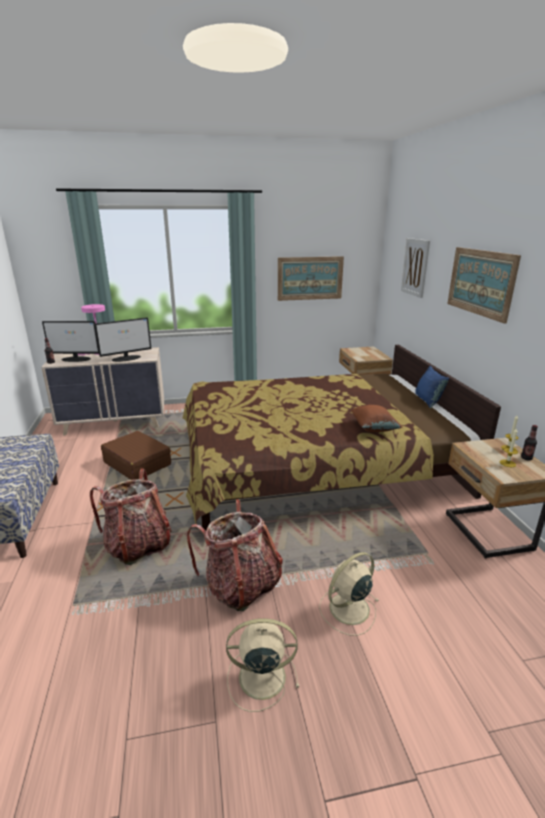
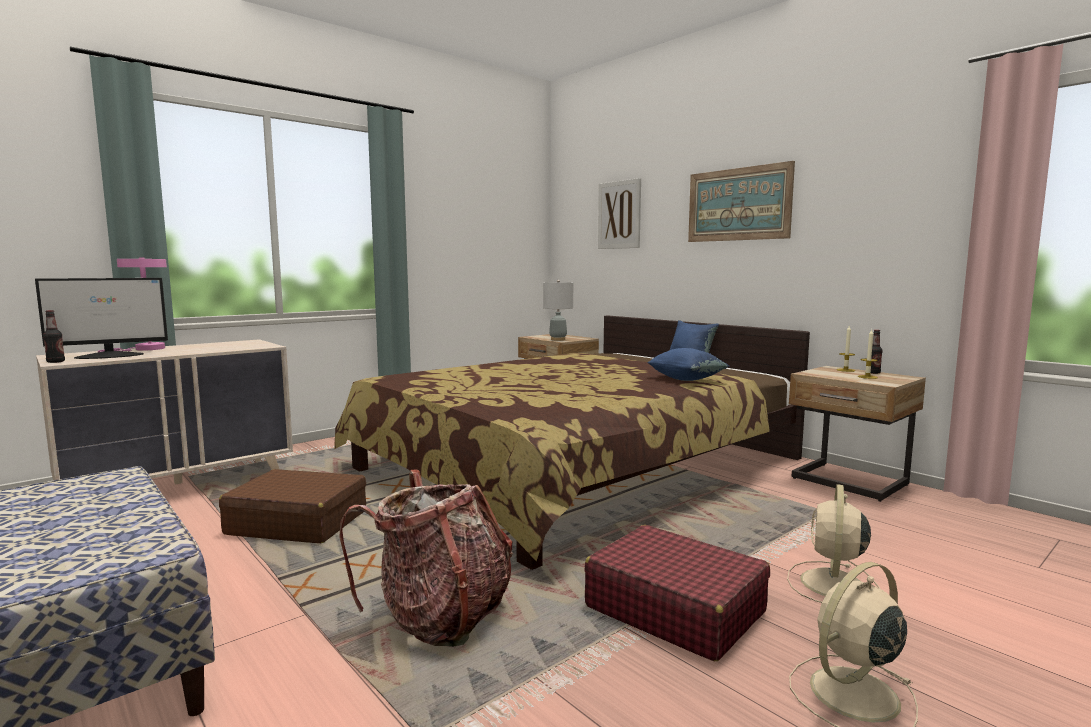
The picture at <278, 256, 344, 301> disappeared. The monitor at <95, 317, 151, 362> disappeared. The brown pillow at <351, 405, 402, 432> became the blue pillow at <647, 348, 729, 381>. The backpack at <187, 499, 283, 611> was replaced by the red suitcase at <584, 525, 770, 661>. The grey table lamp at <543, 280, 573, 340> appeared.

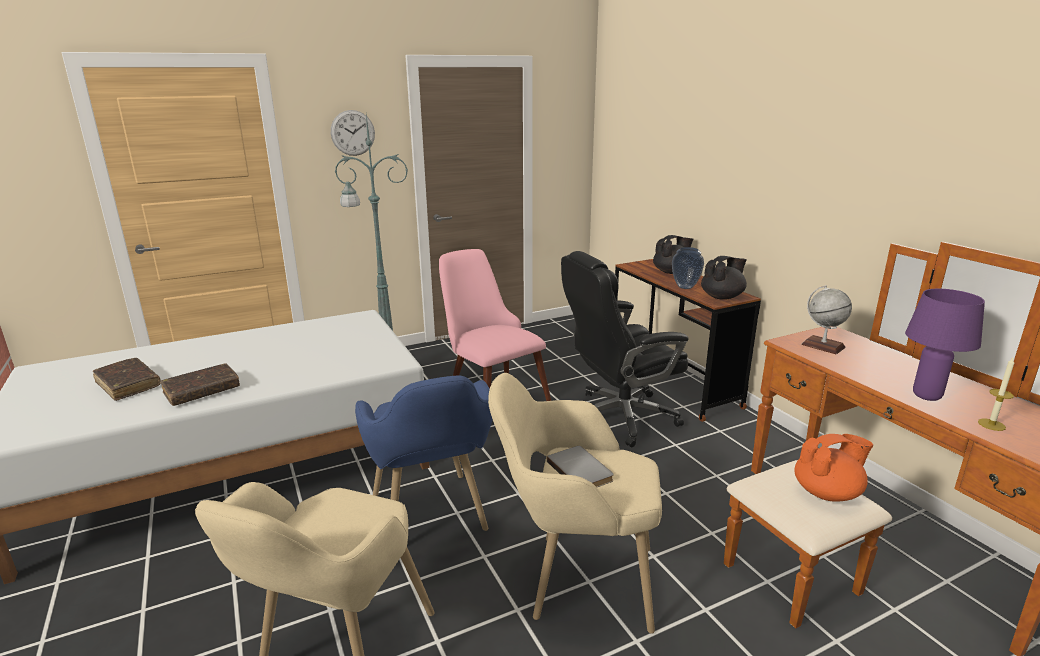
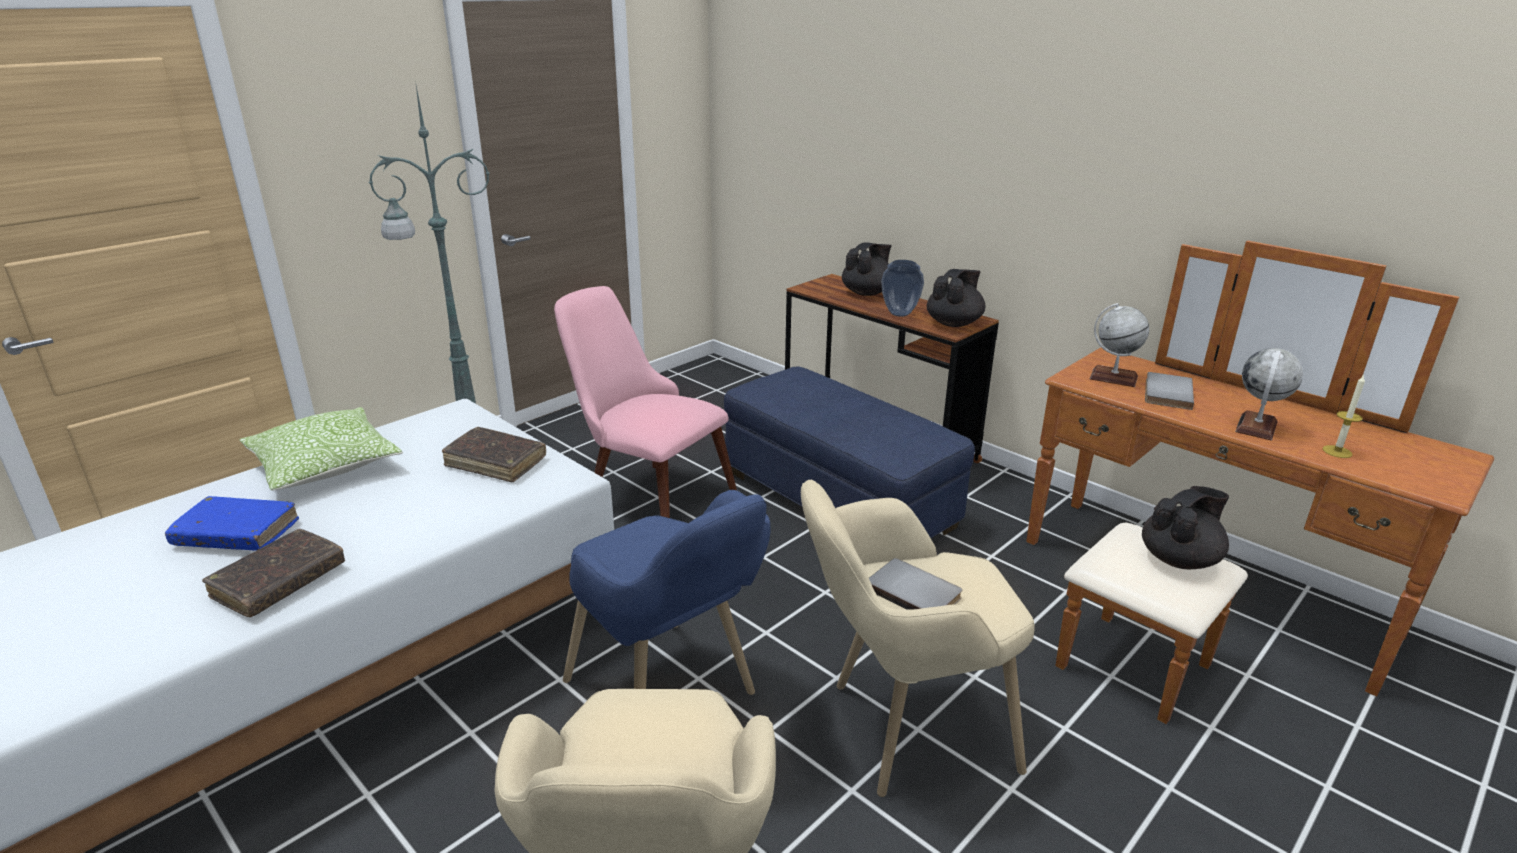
The wall clock at <331, 110, 375, 156> disappeared. The black office chair at <561, 251, 688, 448> was replaced by the blue ottoman at <724, 367, 975, 538>. The purple table lamp at <905, 289, 985, 401> was replaced by the globe at <1235, 348, 1303, 440>. The brown book moved from <93, 358, 161, 401> to <442, 427, 546, 482>. The orange teapot at <794, 434, 873, 502> became the black teapot at <1142, 486, 1229, 569>. The grey book at <1145, 372, 1194, 410> appeared. The pillow at <240, 407, 403, 491> appeared. The blue book at <165, 496, 299, 551> appeared.

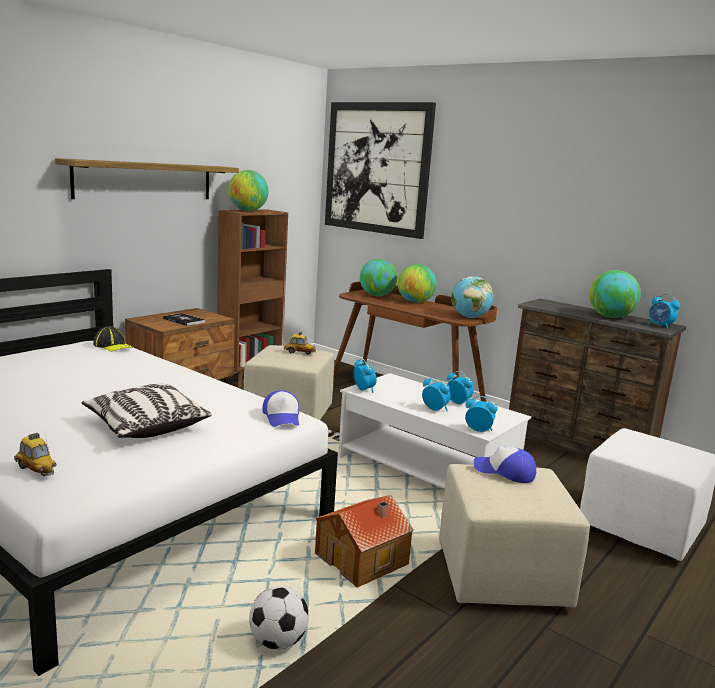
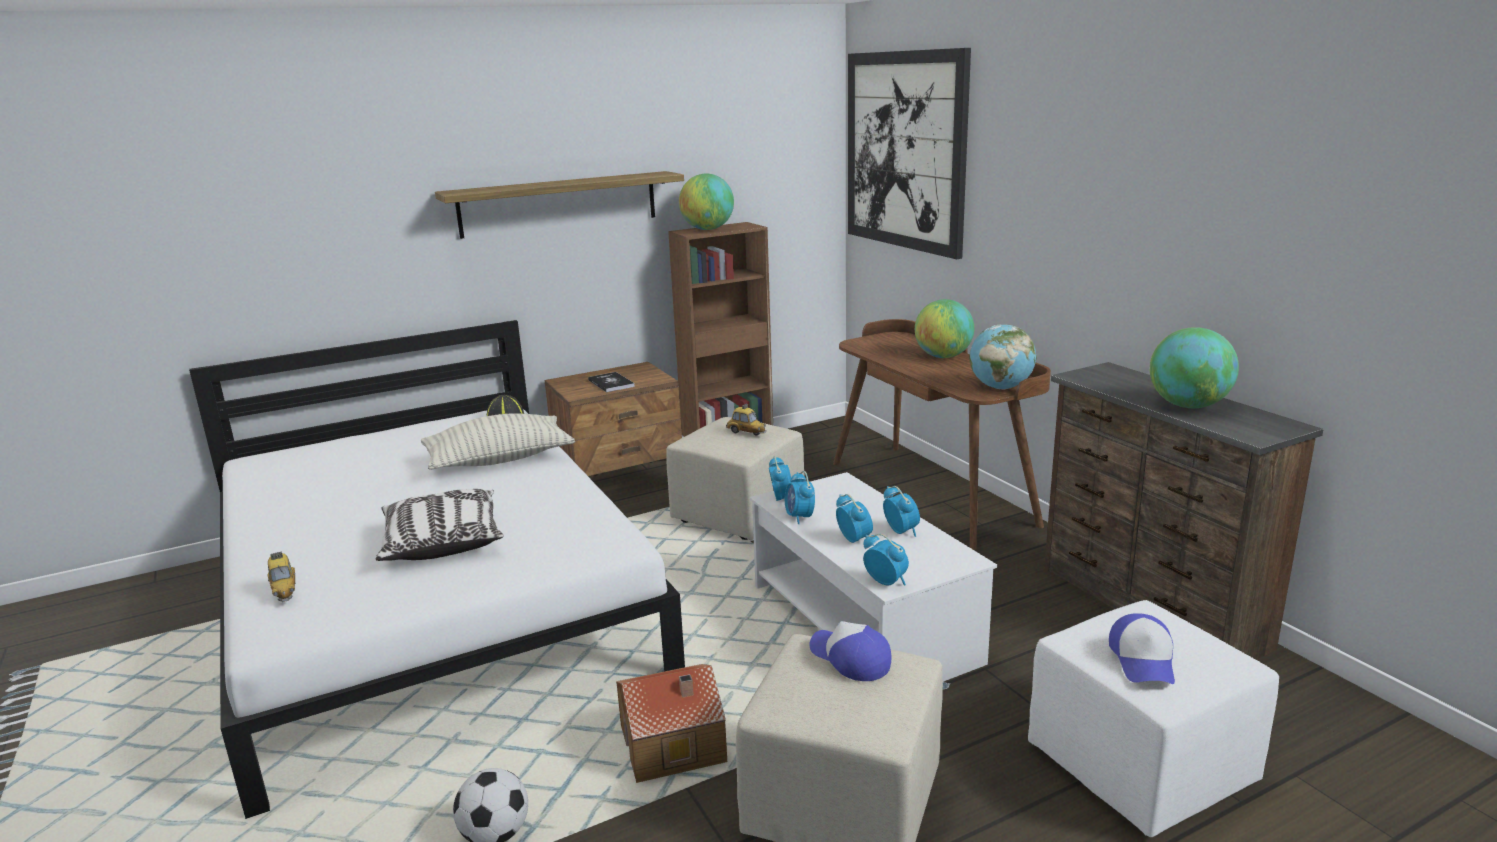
The globe at <360, 258, 397, 296> disappeared. The alarm clock moved from <648, 294, 680, 329> to <785, 471, 815, 524>. The cap moved from <262, 390, 299, 427> to <1109, 613, 1175, 684>. The pillow at <421, 413, 575, 470> appeared.

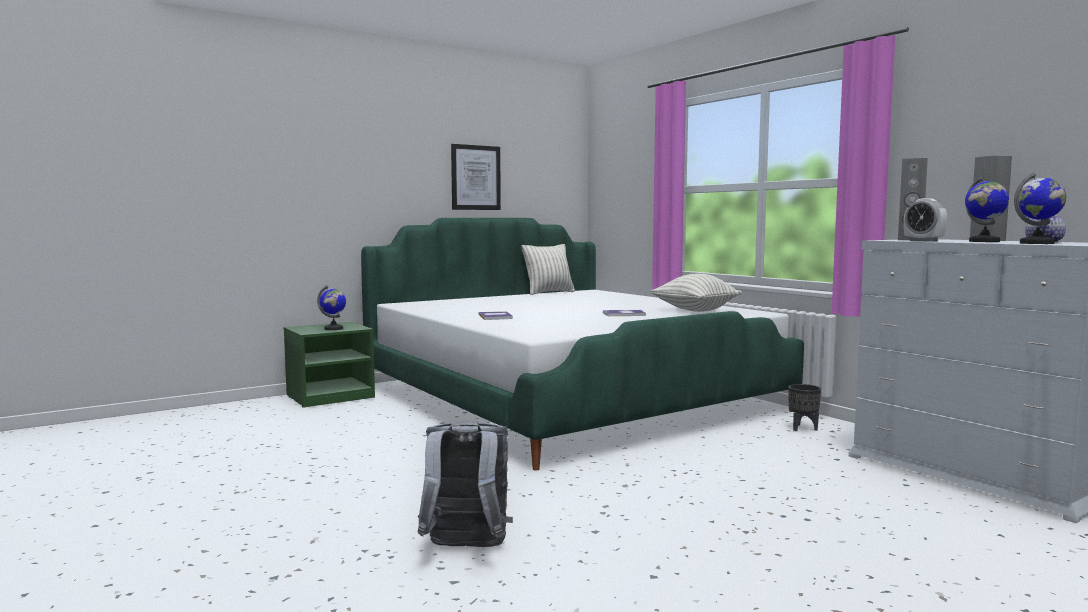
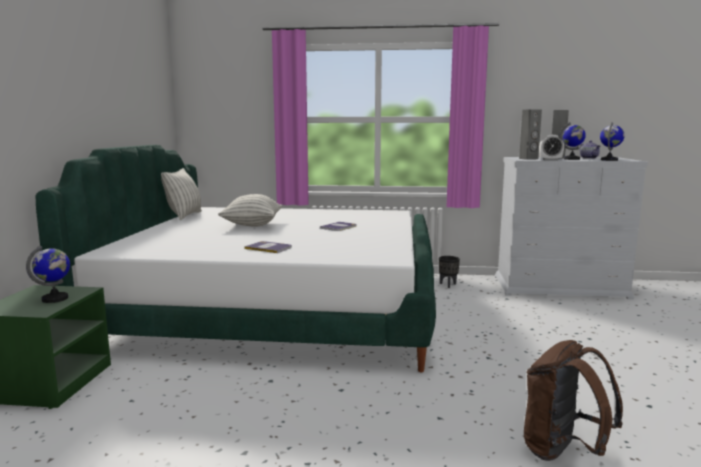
The picture at <451, 144, 501, 210> disappeared. The pillow moved from <650, 274, 742, 312> to <218, 194, 282, 227>. The grey backpack at <417, 420, 513, 547> became the brown backpack at <524, 340, 623, 461>.

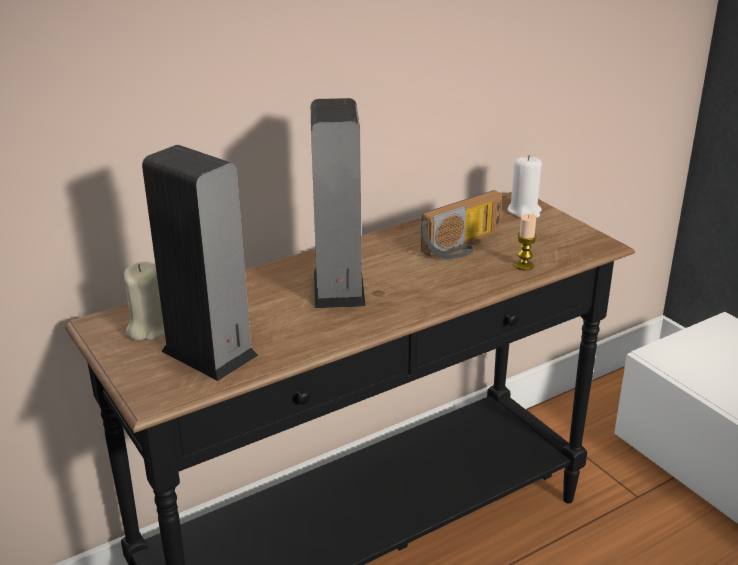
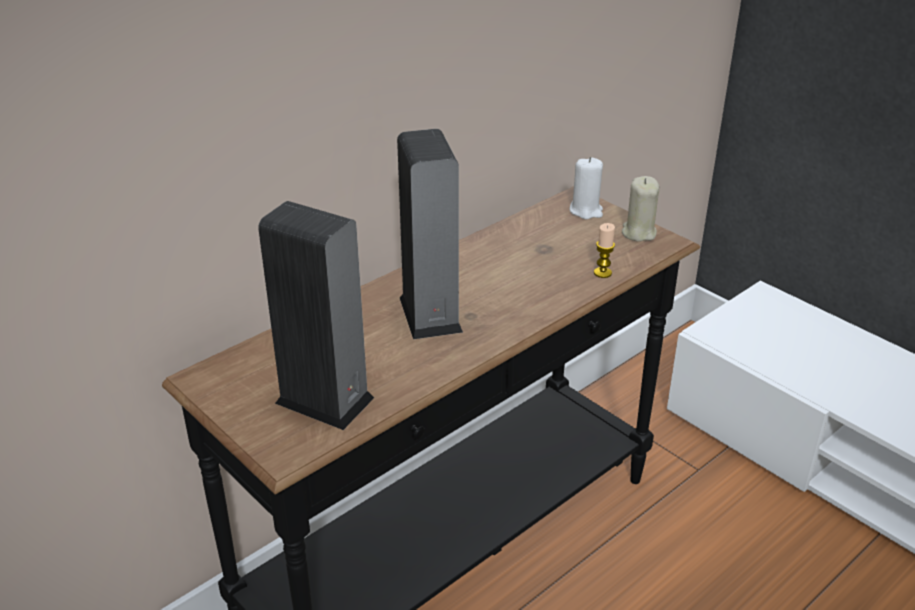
The radio at <421, 190, 502, 259> disappeared. The beige candle moved from <124, 262, 165, 340> to <622, 176, 659, 242>.

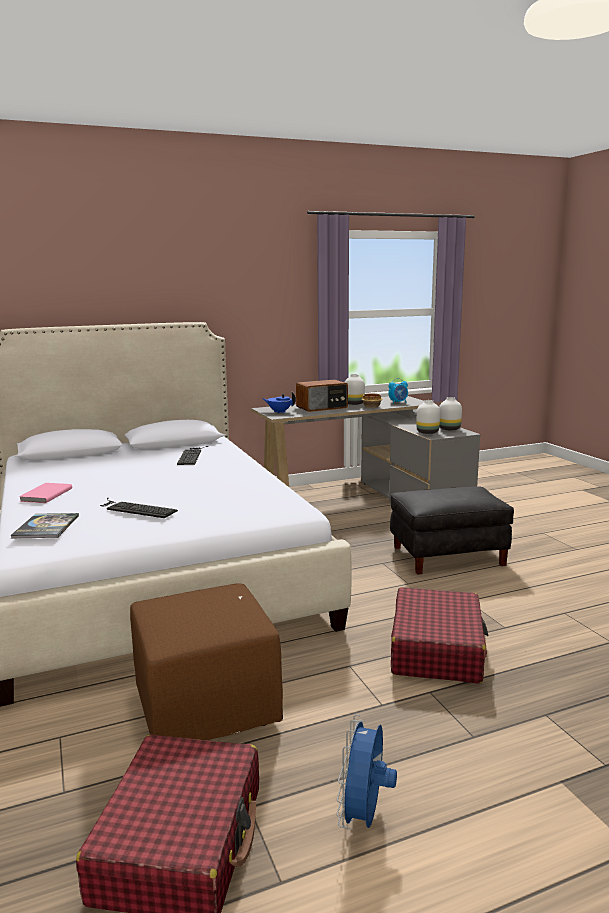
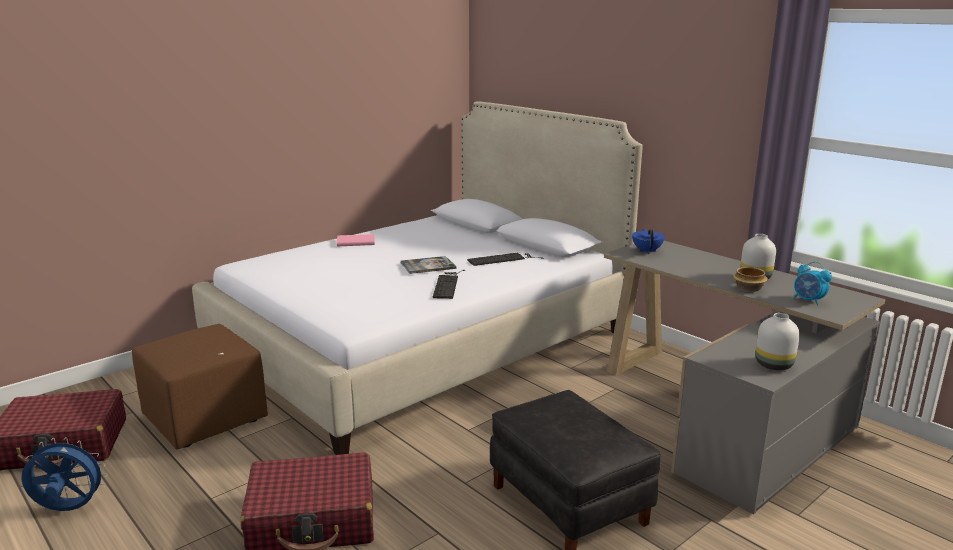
The radio at <296, 380, 348, 412> disappeared. The white vase at <416, 400, 440, 434> disappeared. The keyboard moved from <100, 497, 178, 518> to <433, 270, 465, 299>. The book moved from <10, 513, 79, 538> to <401, 256, 456, 274>.

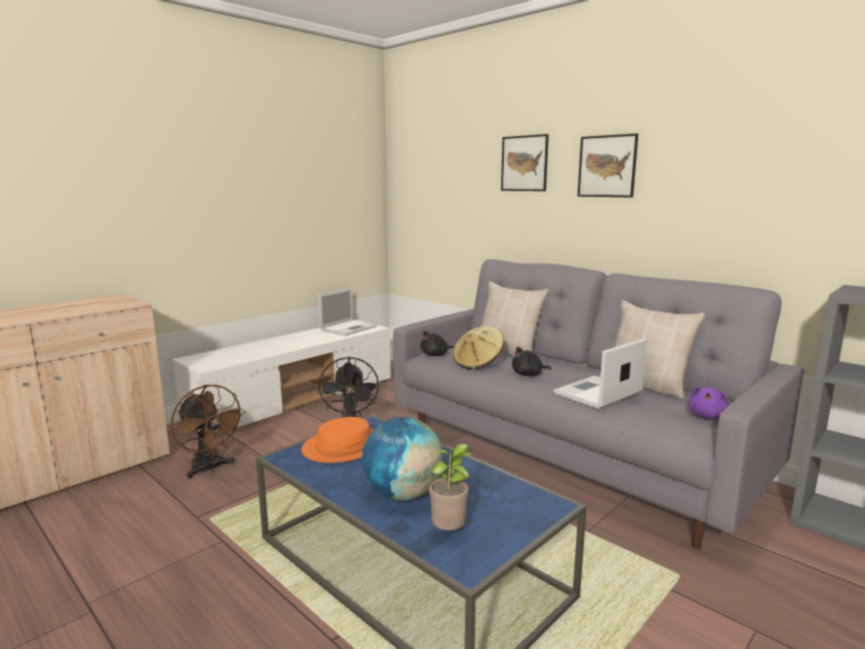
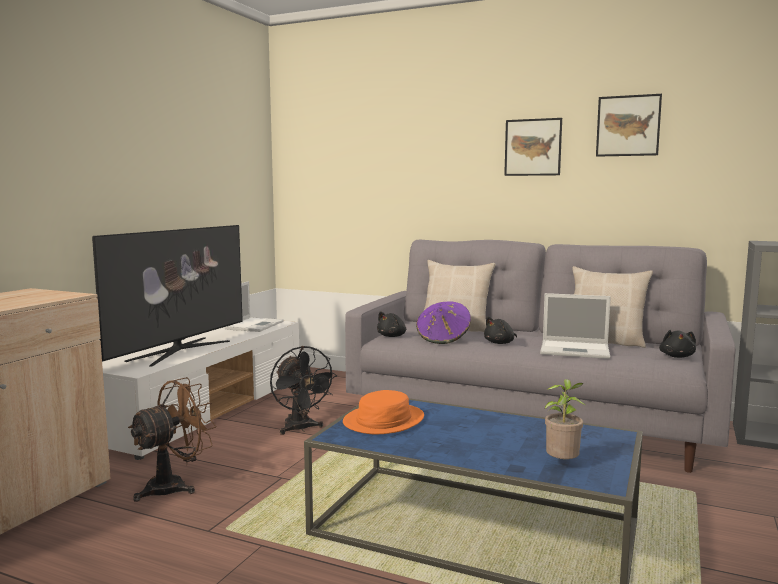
The picture moved from <501, 134, 549, 191> to <596, 94, 662, 157>. The beige hat at <453, 326, 504, 370> became the purple hat at <416, 301, 471, 344>. The laptop at <553, 338, 647, 409> turned 105 degrees counterclockwise. The brown fan at <171, 385, 246, 479> turned 75 degrees counterclockwise. The purple plush toy at <688, 386, 730, 419> became the black plush toy at <659, 330, 696, 358>. The globe at <362, 417, 444, 501> disappeared. The television at <92, 225, 243, 366> appeared.

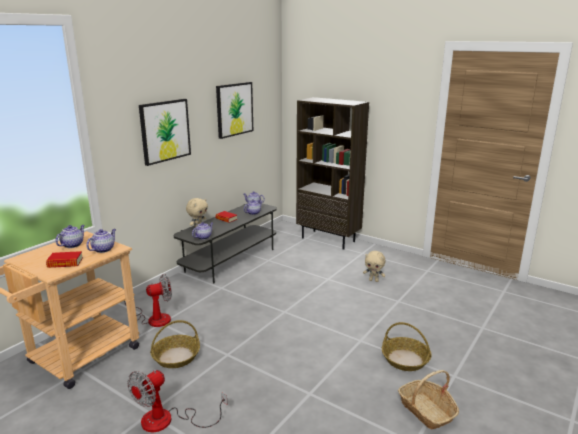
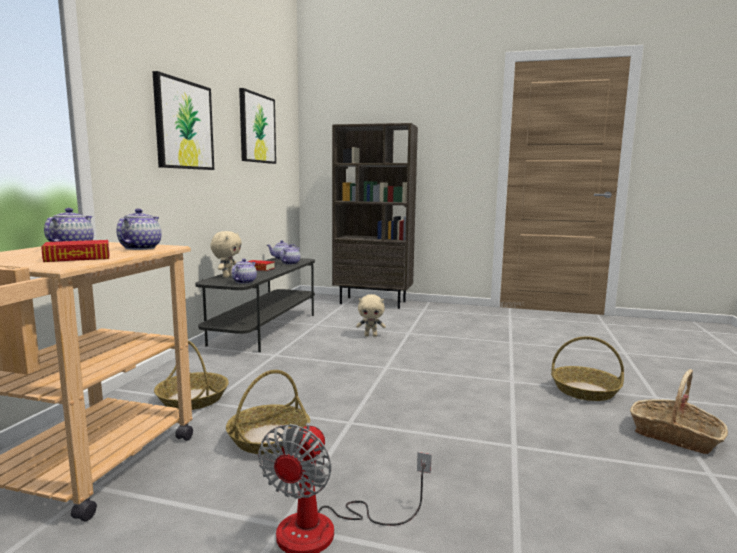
The beige plush toy moved from <363, 251, 386, 282> to <356, 294, 386, 337>. The fan at <124, 274, 172, 327> was replaced by the basket at <154, 341, 229, 410>.

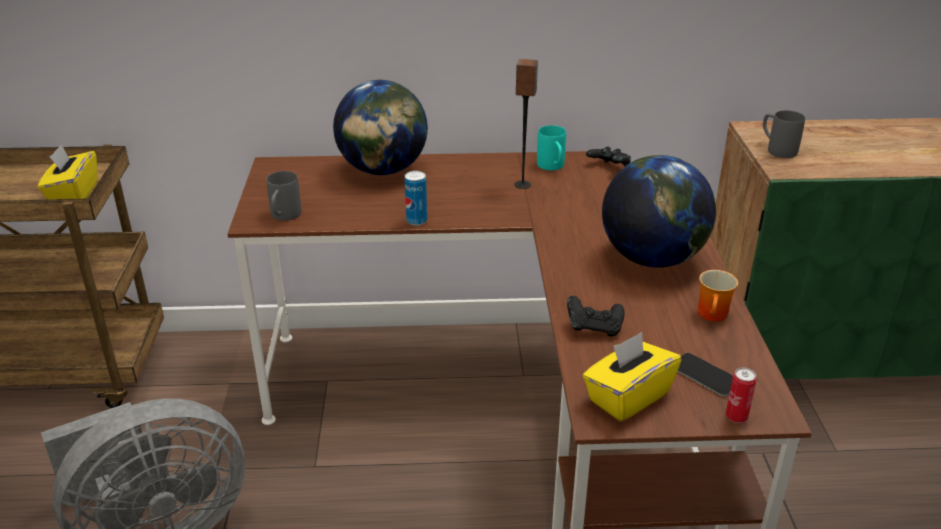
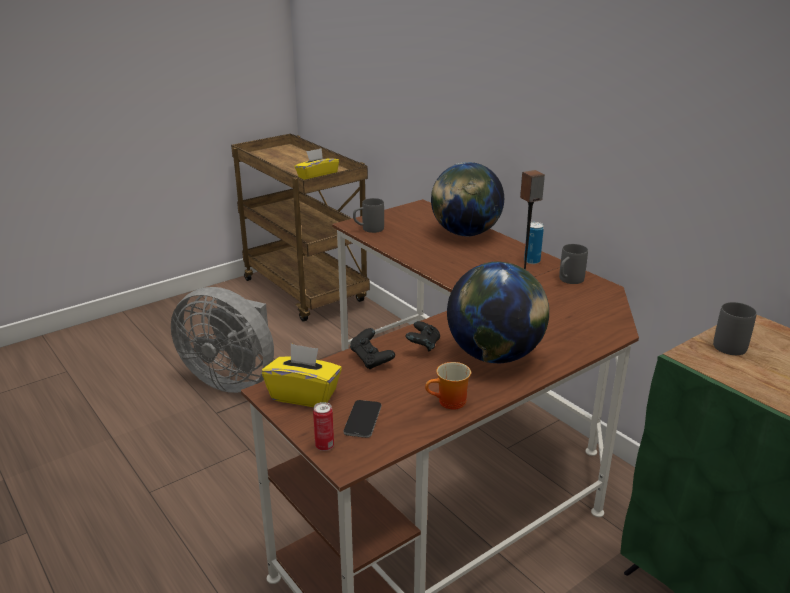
The turquoise mug at <537, 125, 566, 170> became the grey mug at <559, 244, 588, 284>. The black game controller moved from <586, 146, 631, 167> to <405, 321, 440, 352>. The can moved from <405, 171, 427, 226> to <524, 222, 544, 264>.

